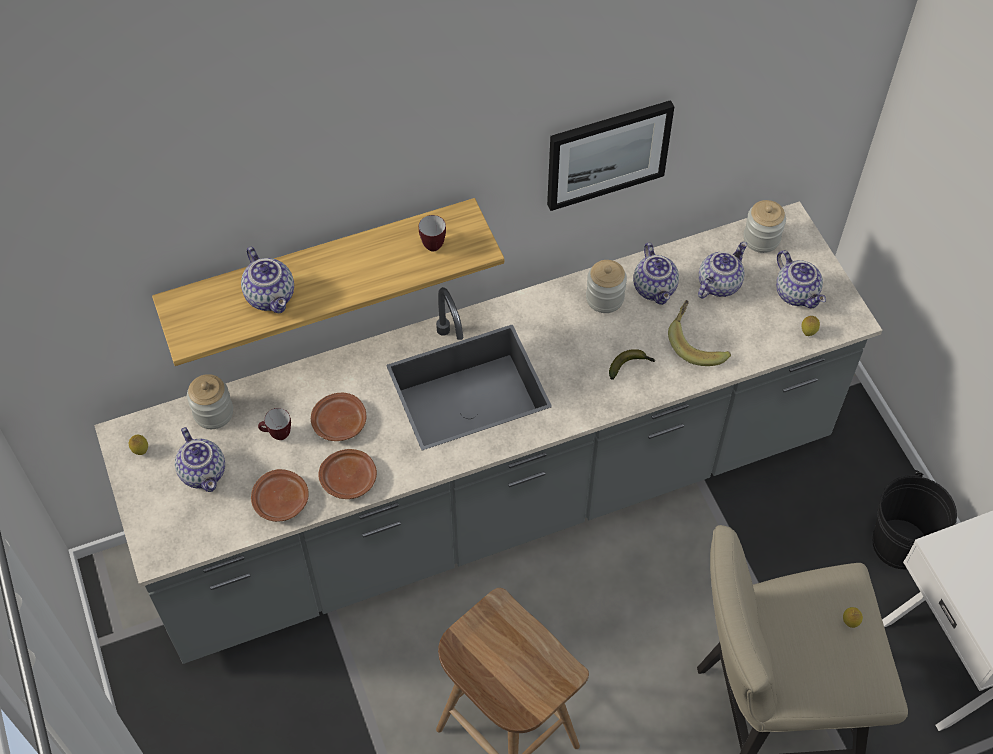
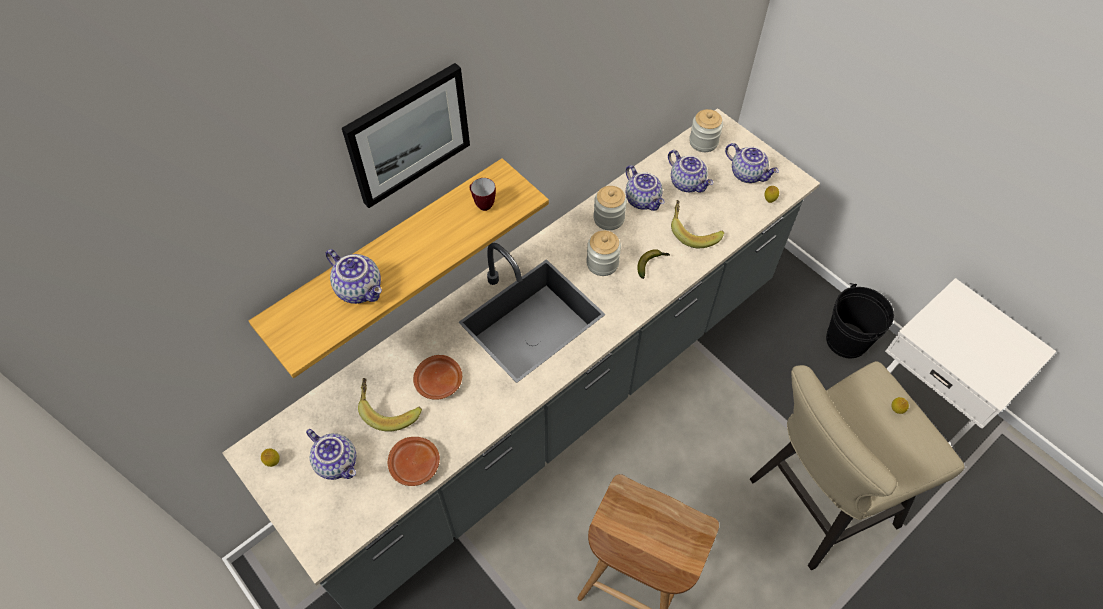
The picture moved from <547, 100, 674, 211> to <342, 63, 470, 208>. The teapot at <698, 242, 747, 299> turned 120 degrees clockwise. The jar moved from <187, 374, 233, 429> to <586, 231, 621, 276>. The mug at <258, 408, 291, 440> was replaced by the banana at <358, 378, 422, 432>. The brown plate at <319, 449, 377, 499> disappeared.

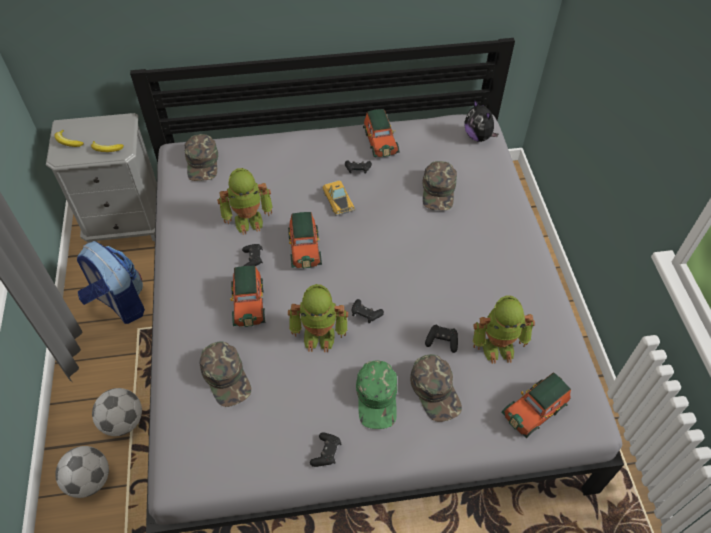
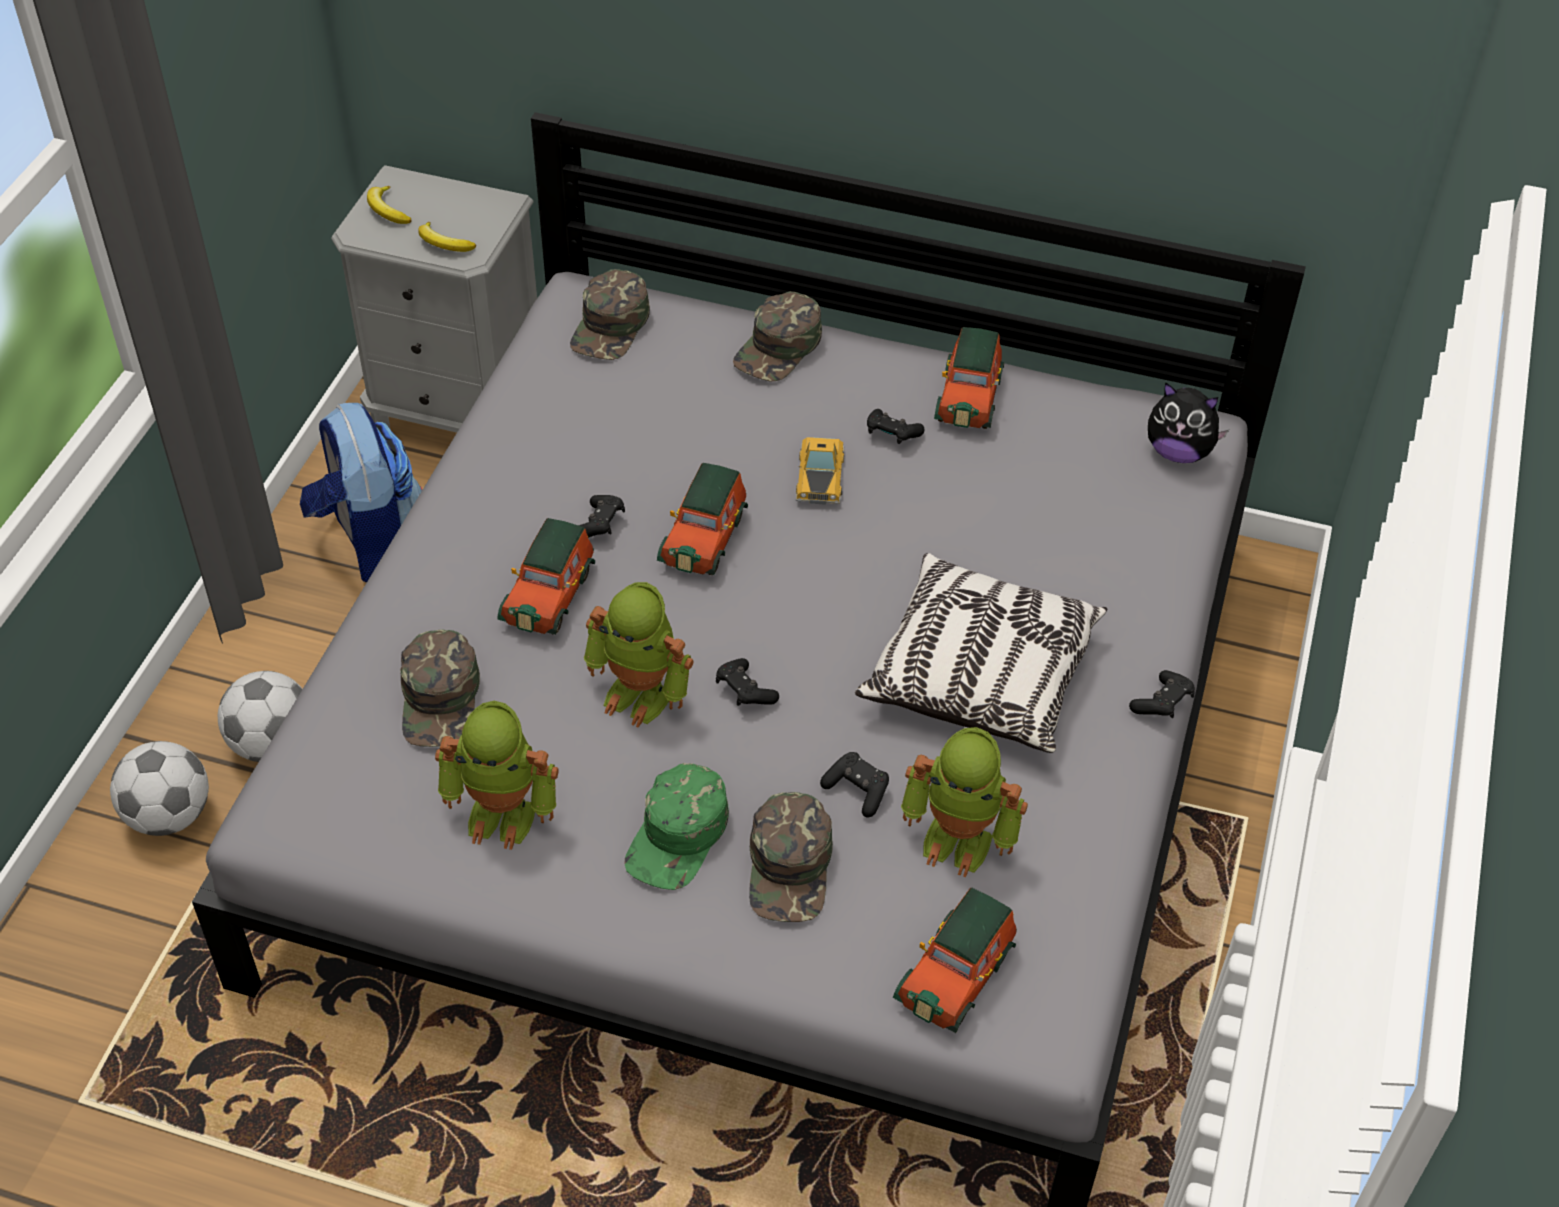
The plush toy at <464, 99, 498, 142> turned 60 degrees counterclockwise. The green cap moved from <423, 161, 457, 210> to <733, 292, 822, 382>. The toy robot moved from <217, 168, 273, 235> to <435, 701, 559, 850>. The toy car at <502, 372, 571, 439> turned 45 degrees counterclockwise. The black game controller moved from <310, 433, 341, 467> to <1129, 670, 1195, 718>. The pillow at <855, 553, 1107, 753> appeared.

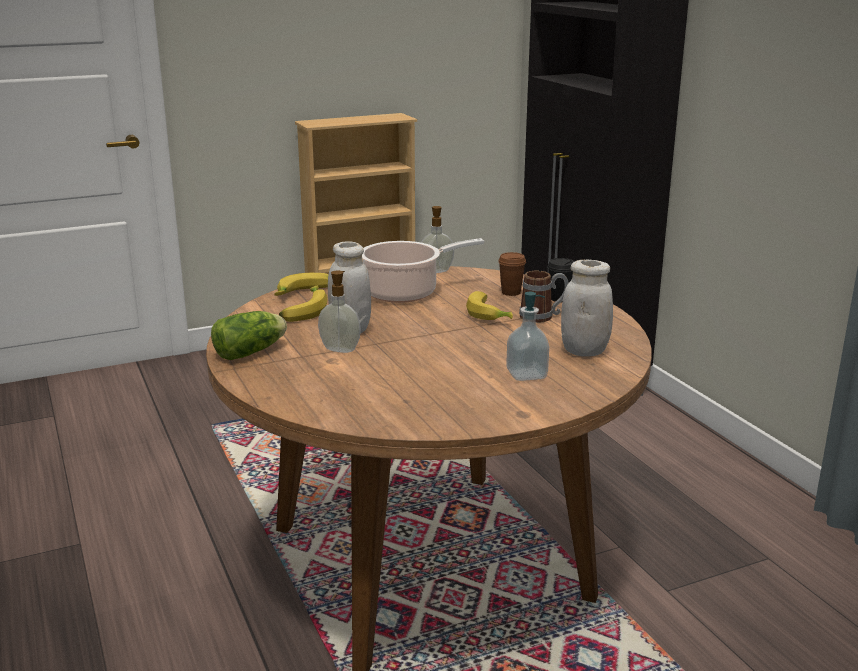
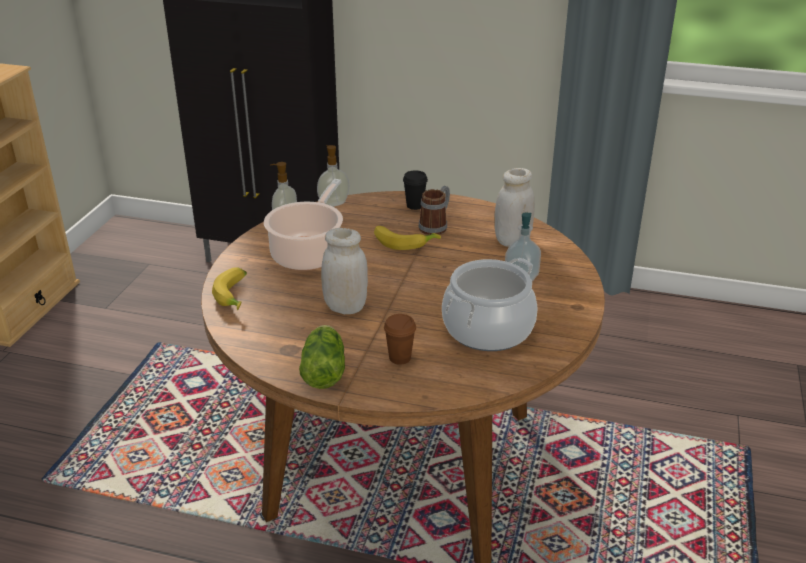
The brown cup moved from <498, 252, 526, 296> to <384, 314, 416, 365>. The soap dispenser moved from <318, 271, 361, 353> to <317, 145, 350, 207>. The banana at <279, 286, 328, 322> disappeared. The cooking pot at <442, 258, 537, 351> appeared.

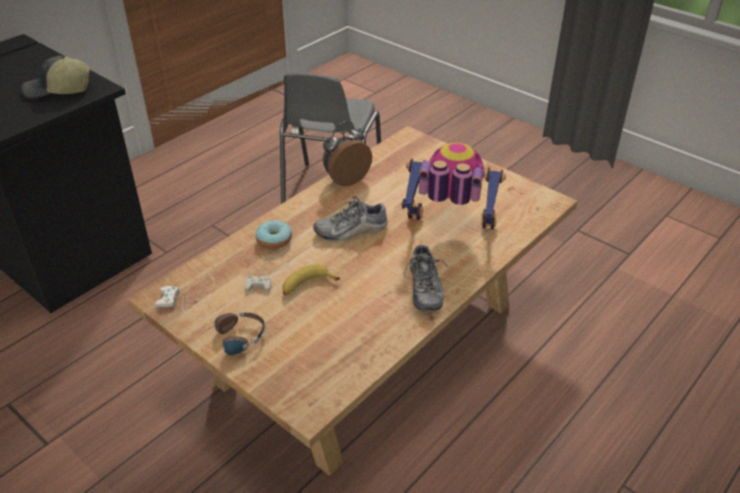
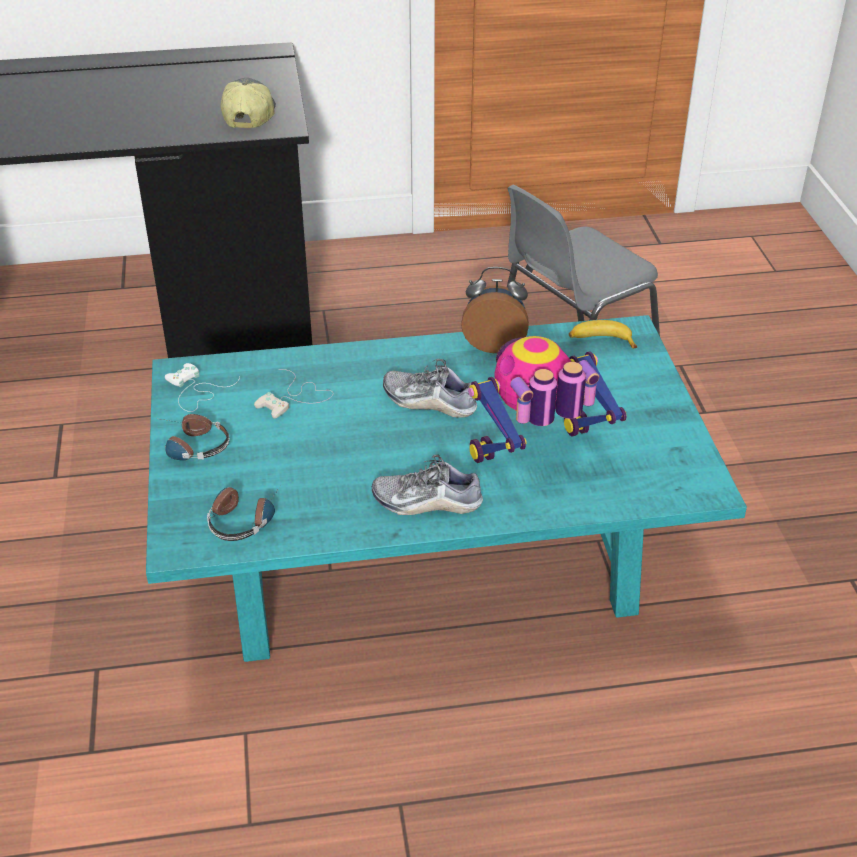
The cap at <22, 56, 91, 98> turned 60 degrees clockwise. The beige coffee table at <127, 126, 578, 476> became the turquoise coffee table at <146, 315, 747, 662>. The toy robot at <401, 143, 506, 230> turned 75 degrees counterclockwise. The donut at <256, 220, 292, 249> disappeared. The shoe at <404, 243, 449, 311> turned 60 degrees clockwise. The banana moved from <282, 265, 340, 295> to <569, 320, 637, 348>. The headphones at <207, 484, 282, 541> appeared.

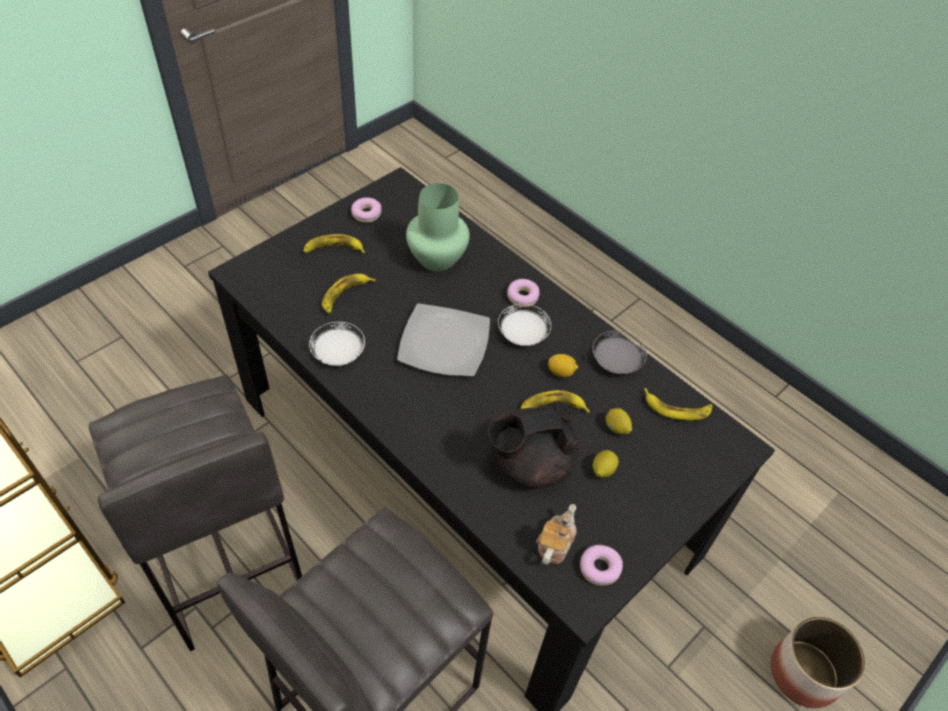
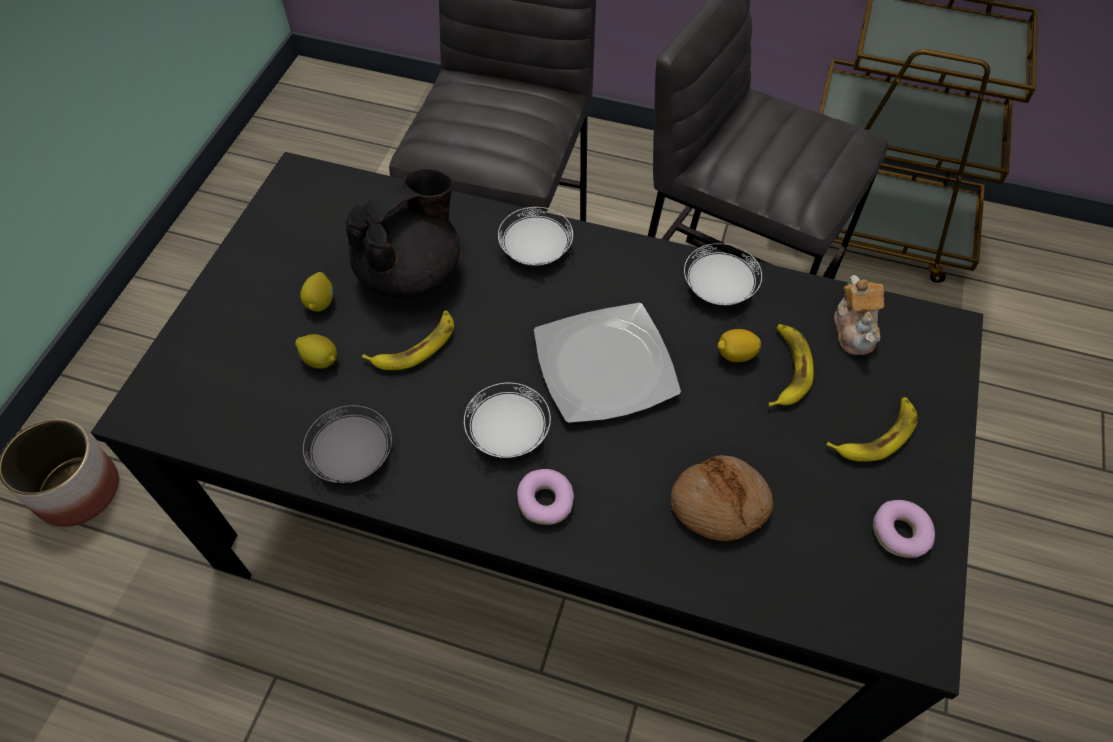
The green vase at <406, 183, 470, 272> was replaced by the bread at <671, 455, 773, 541>. The lemon moved from <548, 354, 578, 377> to <717, 329, 761, 362>. The banana at <644, 388, 713, 420> disappeared. The teapot moved from <536, 504, 577, 565> to <834, 275, 884, 355>. The donut at <580, 545, 623, 585> disappeared. The white plate at <498, 207, 573, 266> appeared.

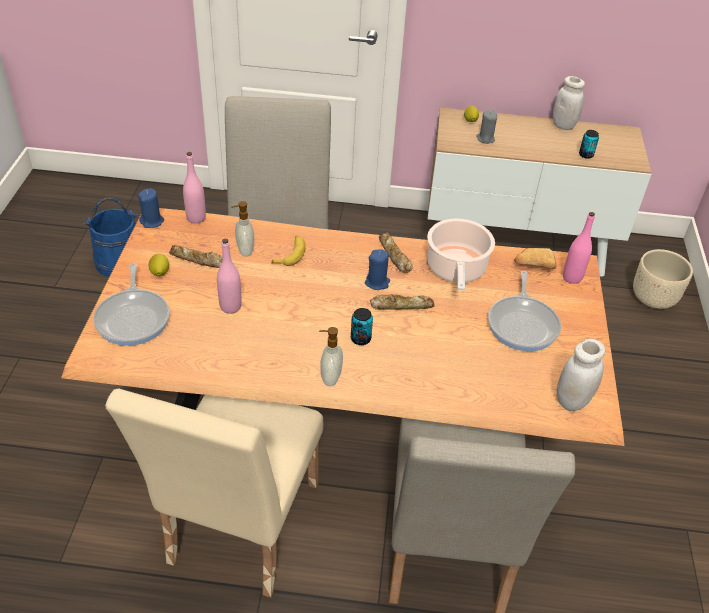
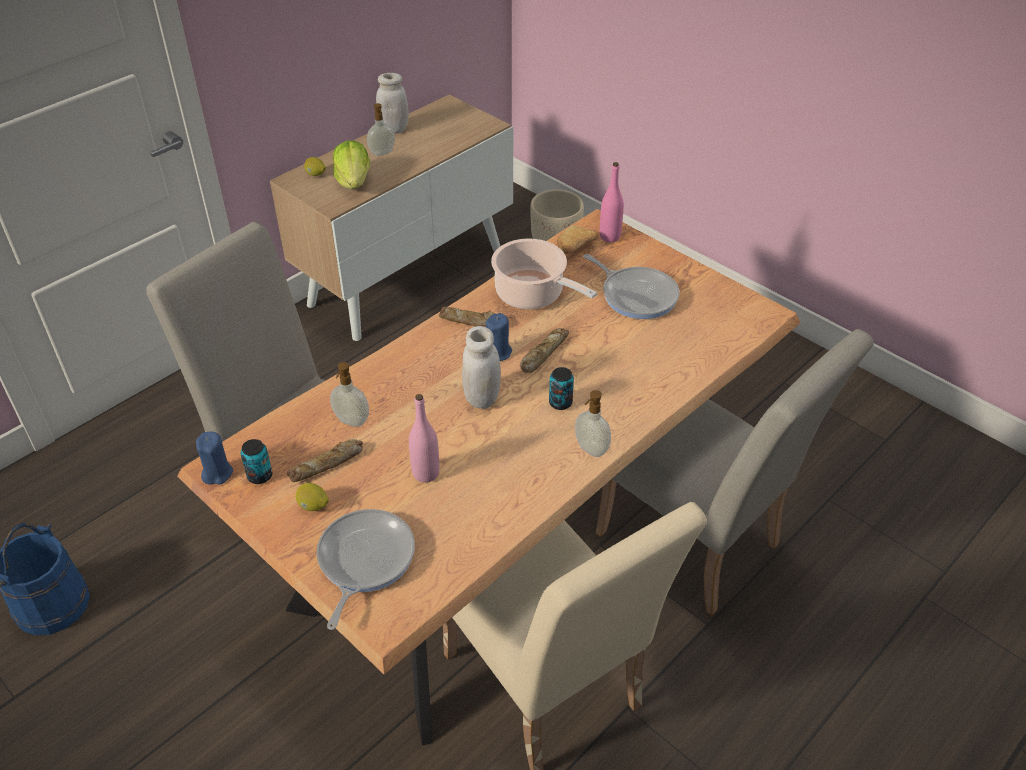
The grey candle at <476, 110, 497, 144> was replaced by the lettuce at <333, 140, 370, 189>. The can moved from <579, 130, 599, 159> to <241, 439, 273, 484>. The pink bottle at <183, 152, 206, 224> disappeared. The banana at <271, 235, 306, 266> disappeared. The frying pan at <93, 263, 170, 346> turned 105 degrees counterclockwise. The white jar moved from <557, 339, 605, 411> to <462, 326, 501, 409>. The soap dispenser at <367, 103, 395, 156> appeared.

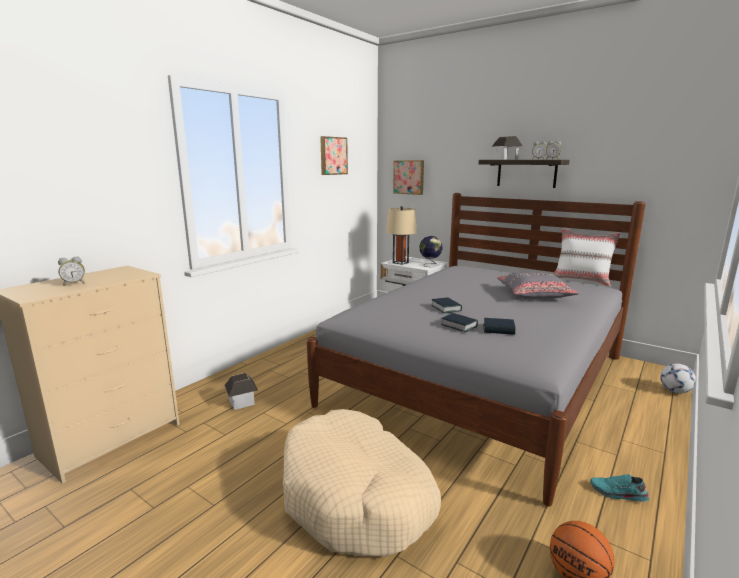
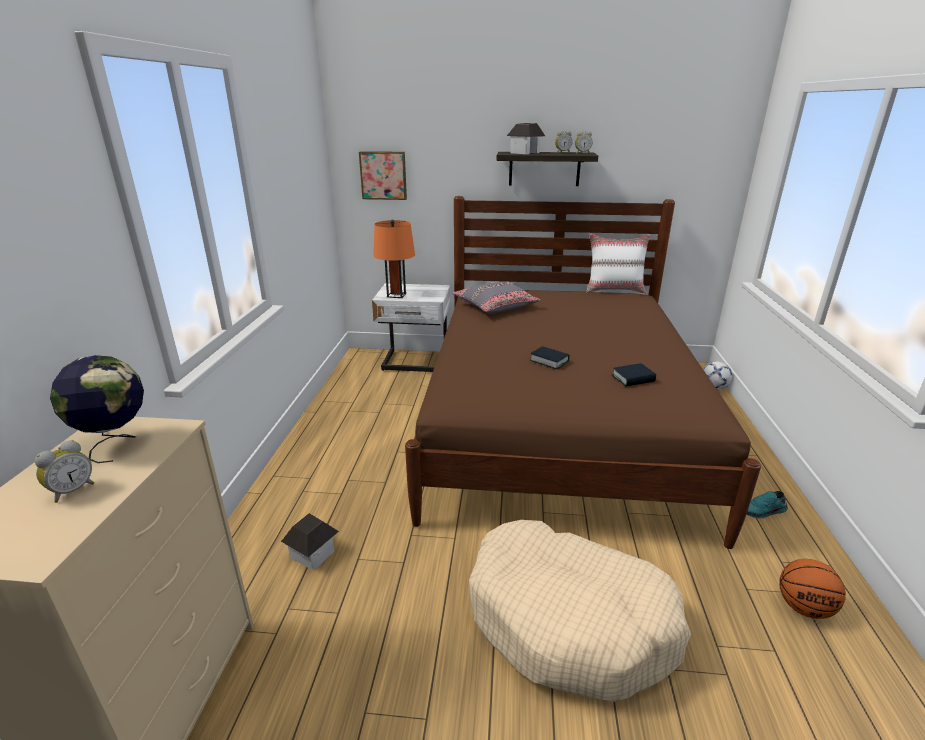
The picture at <320, 136, 348, 175> disappeared. The grey bed at <307, 193, 646, 507> became the brown bed at <405, 196, 761, 549>. The beige table lamp at <386, 206, 417, 265> became the orange table lamp at <373, 220, 415, 298>. The globe moved from <419, 236, 442, 267> to <50, 355, 144, 463>. The grey pillow moved from <497, 273, 579, 299> to <453, 281, 541, 314>. The book at <441, 313, 478, 332> disappeared.

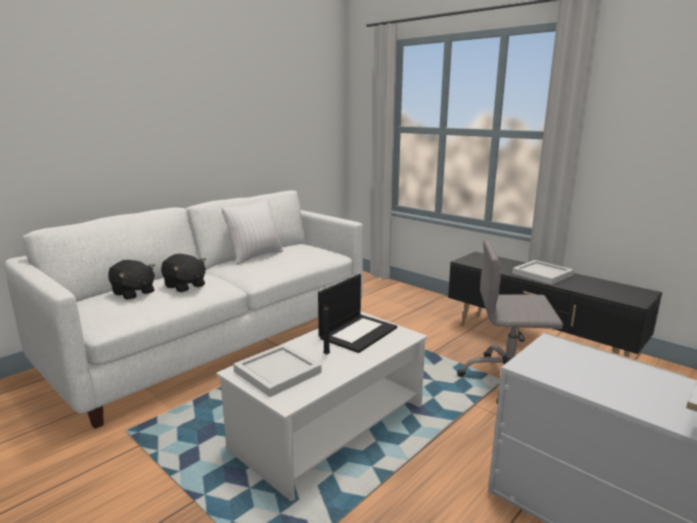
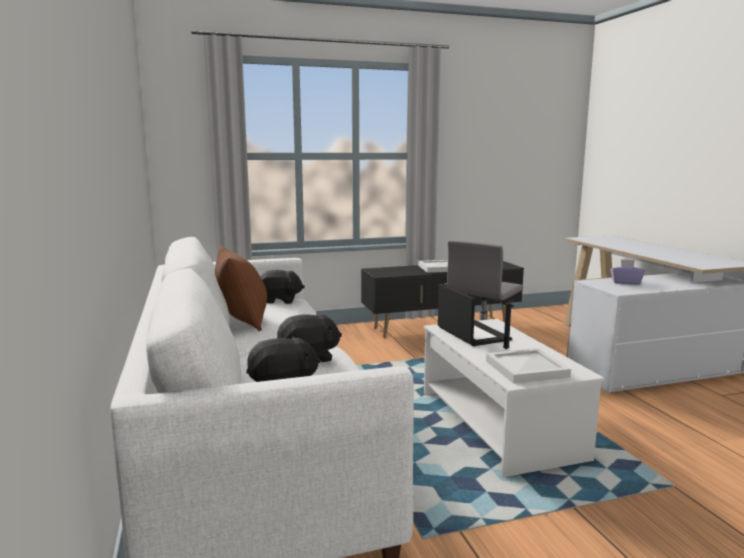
The white pillow at <221, 199, 283, 265> became the brown pillow at <215, 245, 267, 331>. The purple tissue box at <610, 259, 645, 285> appeared. The black plush toy at <260, 270, 305, 304> appeared.

